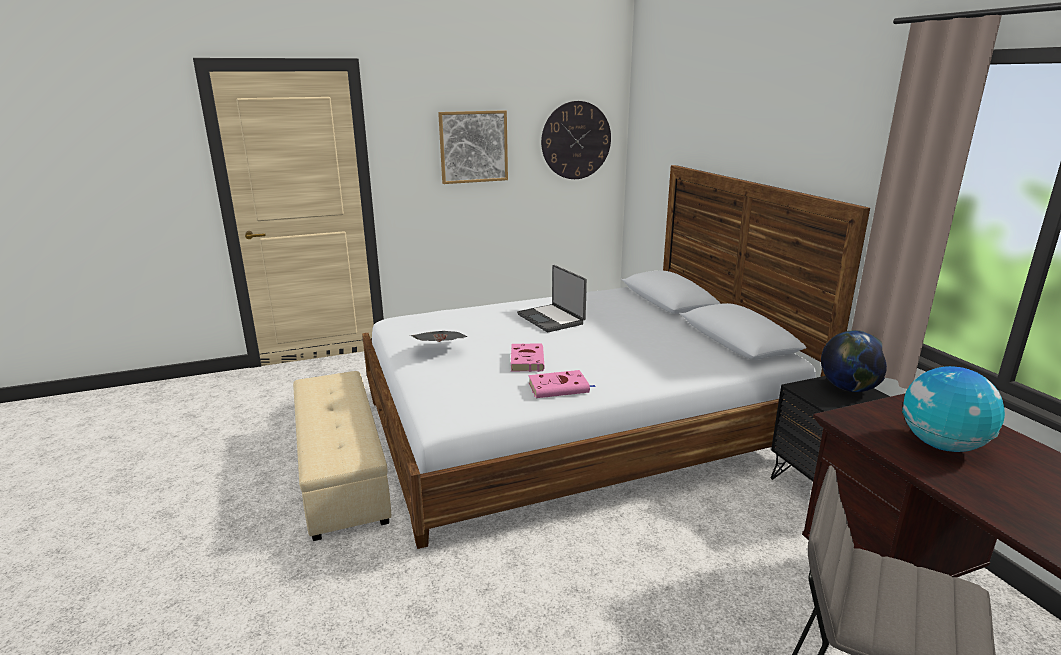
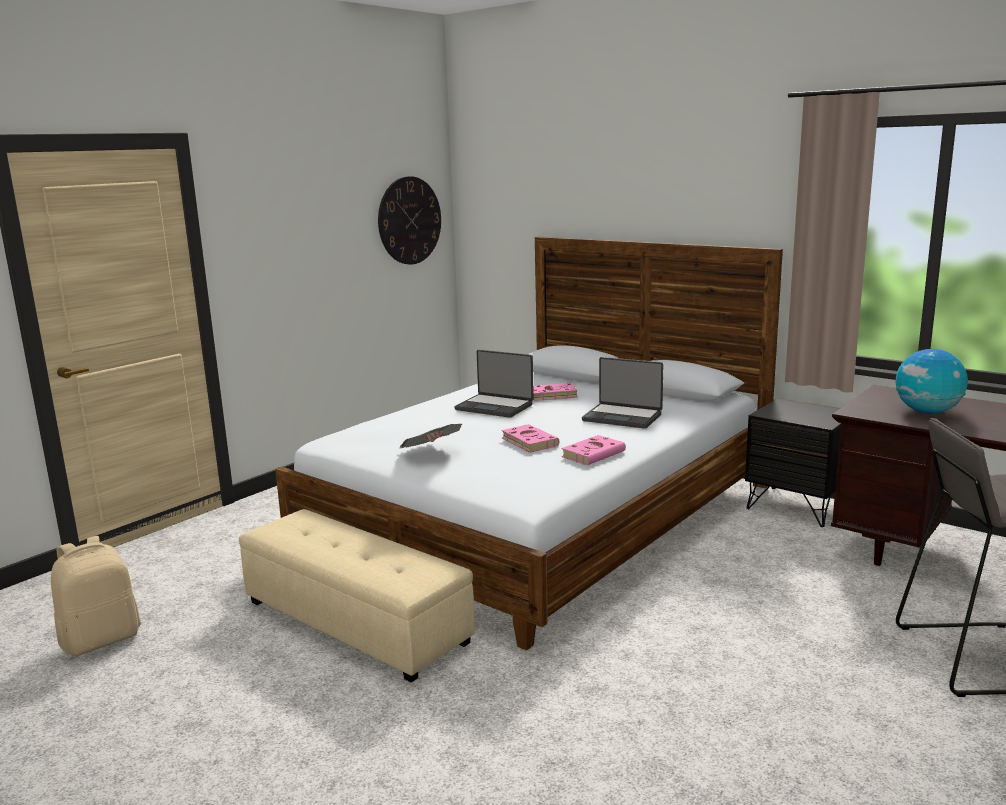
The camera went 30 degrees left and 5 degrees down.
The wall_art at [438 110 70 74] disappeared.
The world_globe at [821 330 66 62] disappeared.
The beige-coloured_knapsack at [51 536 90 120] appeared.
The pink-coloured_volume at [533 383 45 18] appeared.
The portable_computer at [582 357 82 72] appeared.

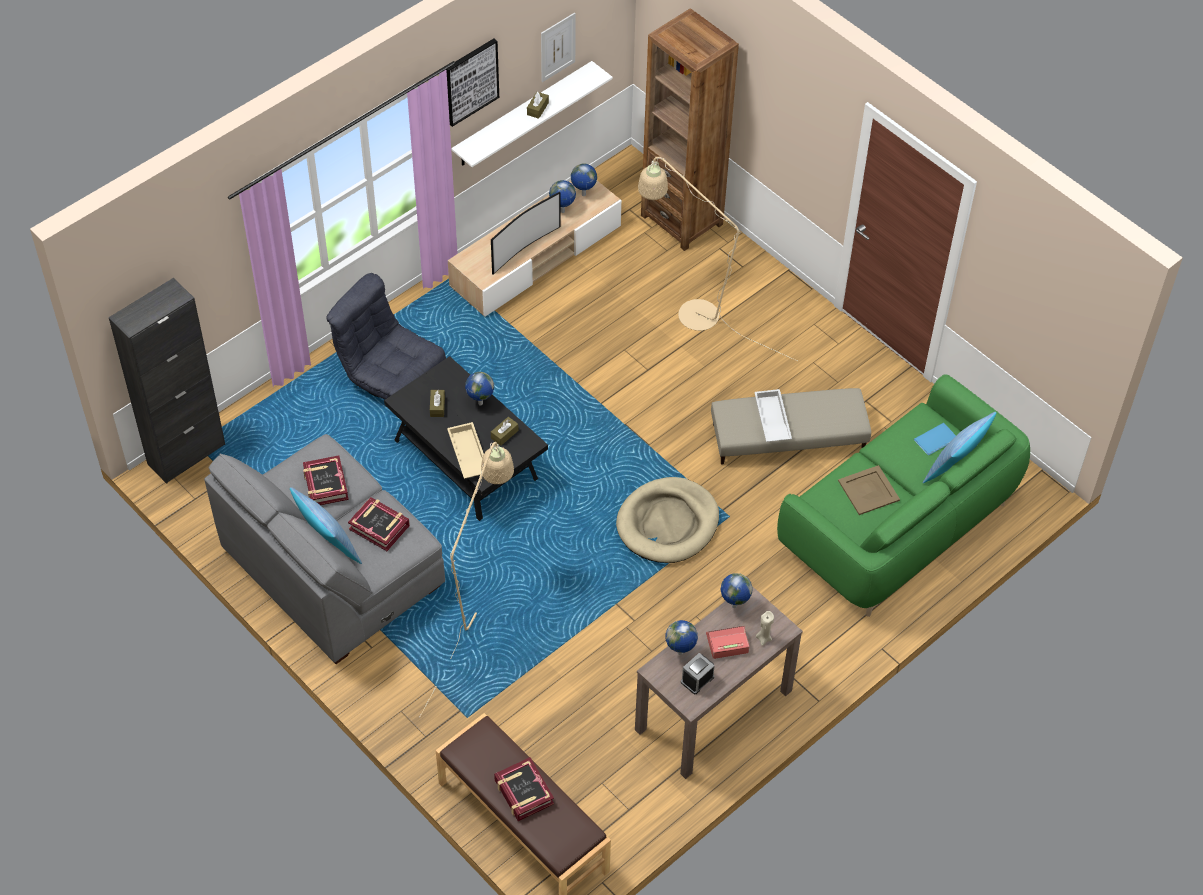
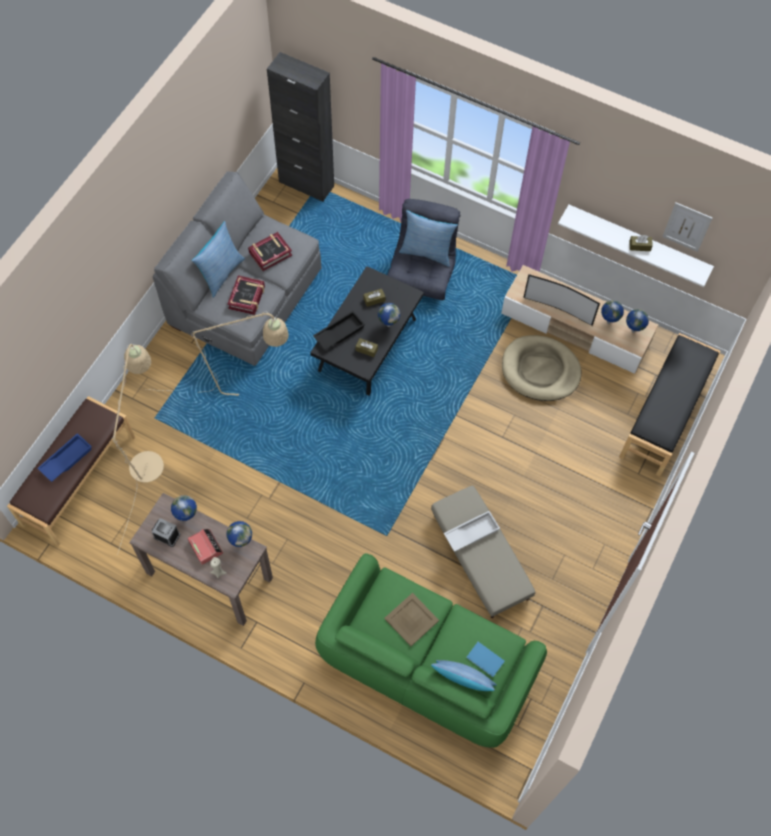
The camera went 70 degrees right and 10 degrees up.
The wall_art at [446 39 53 88] disappeared.
The beige-coloured_serving_tray at [447 422 37 57] became the blackish_serving_tray at [313 311 52 39].
The volume at [494 757 60 64] was replaced by the blue-coloured_serving_tray at [37 433 55 49].
The beige-coloured_dog_bed moved from [616 477 103 86] to [502 335 80 66].
The beige-coloured_standard_lamp moved from [638 157 159 204] to [113 344 51 208].
The brown-coloured_bookcase at [641 8 98 243] was replaced by the blackish_long_seat at [619 333 101 143].
The throw_pillow at [399 210 59 57] appeared.

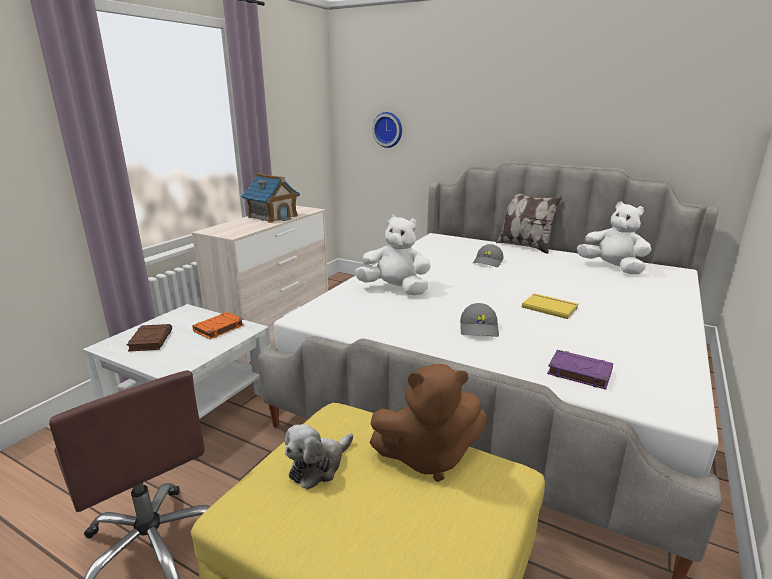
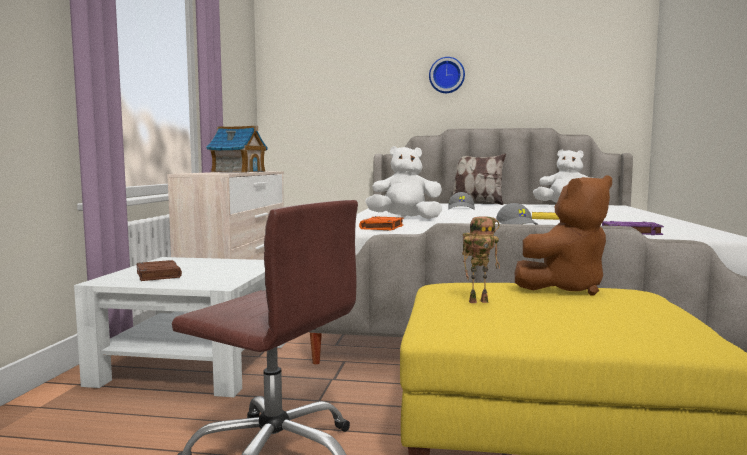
The camera went 20 degrees left and 15 degrees down.
The orange_volume moved from [192 312 52 27] to [359 216 45 14].
The soft_toy at [285 424 68 66] was replaced by the model_robot at [462 216 38 87].
The hanging_clock moved from [372 112 30 36] to [429 57 36 36].

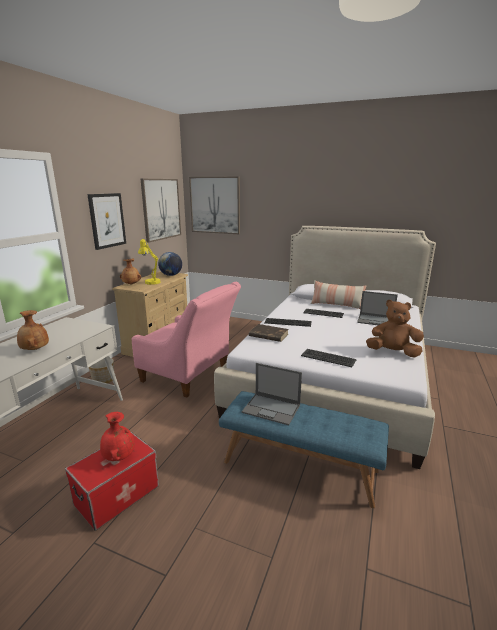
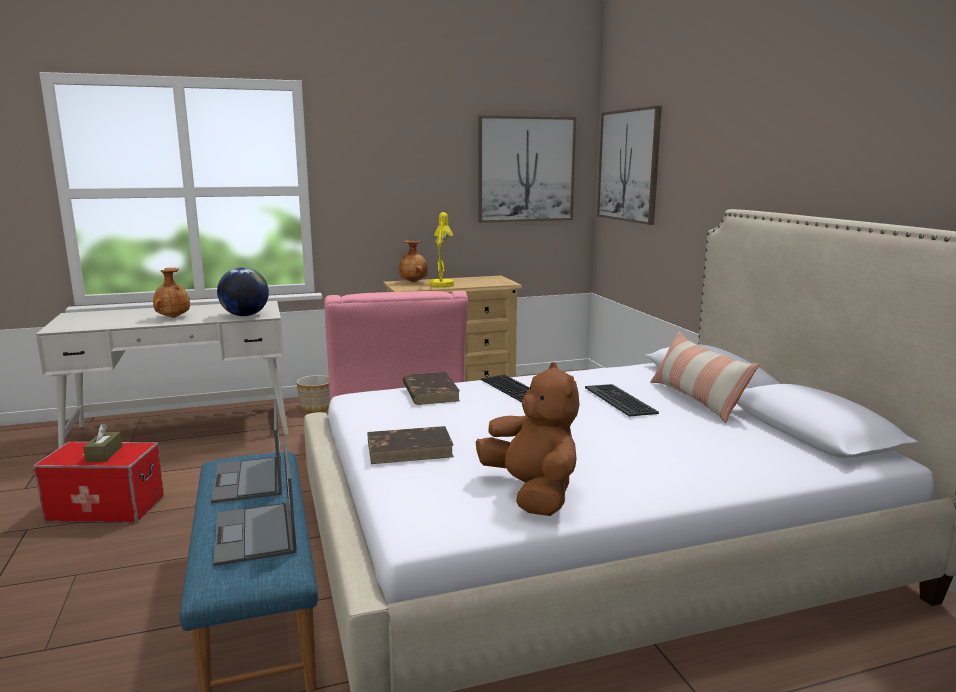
The camera went 50 degrees right and 5 degrees down.
The wall_art at [87 193 39 57] disappeared.
The red_flower_vase at [100 412 34 49] was replaced by the brown-coloured_box_of_tissues at [83 424 39 38].
The world_globe moved from [158 252 24 24] to [217 267 52 49].
The computer_keyboard at [301 349 55 18] was replaced by the brown-coloured_volume at [368 426 86 38].
The portable_computer moved from [357 291 41 34] to [213 438 84 128].

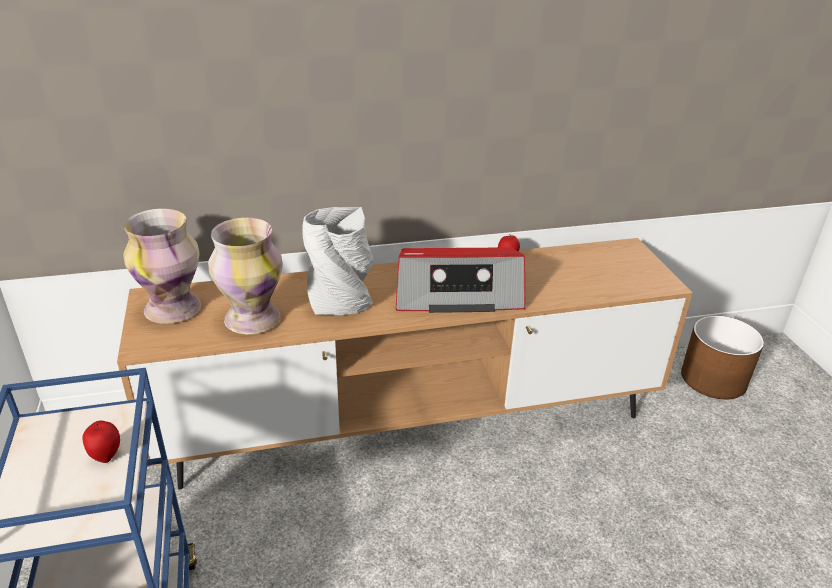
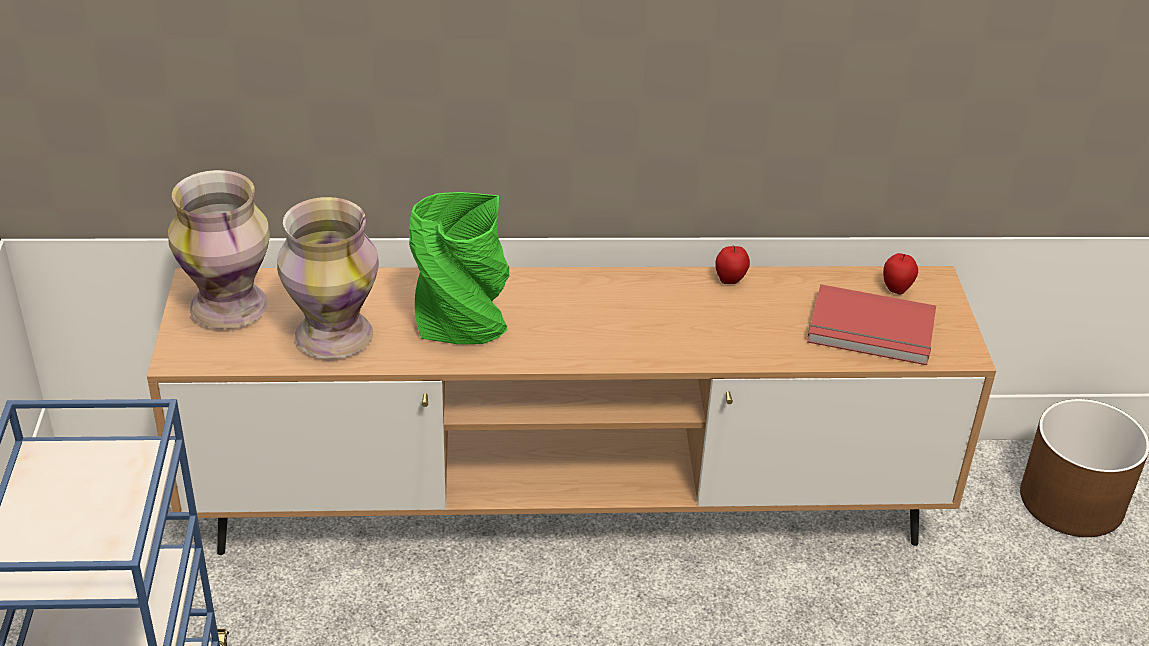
The camera went 10 degrees right and 5 degrees up.
The apple moved from [82 421 38 42] to [883 253 35 42].
The gray_flower_vase at [302 207 71 108] became the greenish_flower_vase at [409 192 100 152].
The radio_set at [396 247 129 66] disappeared.
The red_volume at [807 284 129 81] appeared.

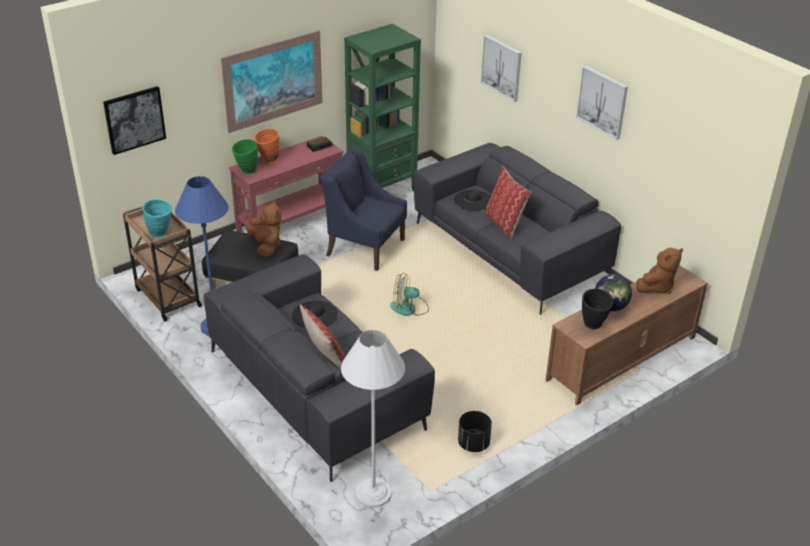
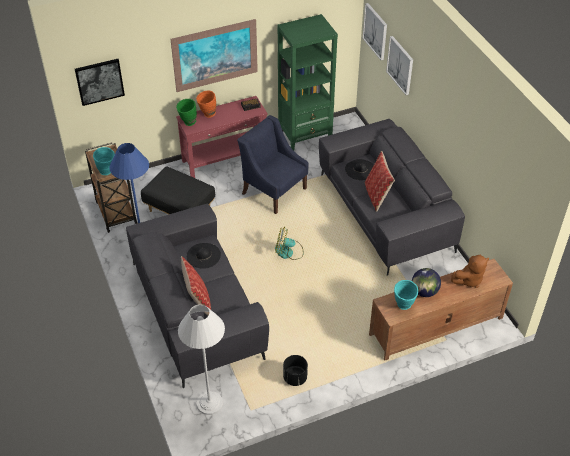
The camera went 15 degrees right and 10 degrees up.
The brown-coloured_soft_toy at [246 200 35 57] disappeared.
The wall_art moved from [576 65 52 75] to [363 3 24 57].
The blackish_flower_vase at [582 288 31 41] became the blue-green_flower_vase at [394 280 24 30].

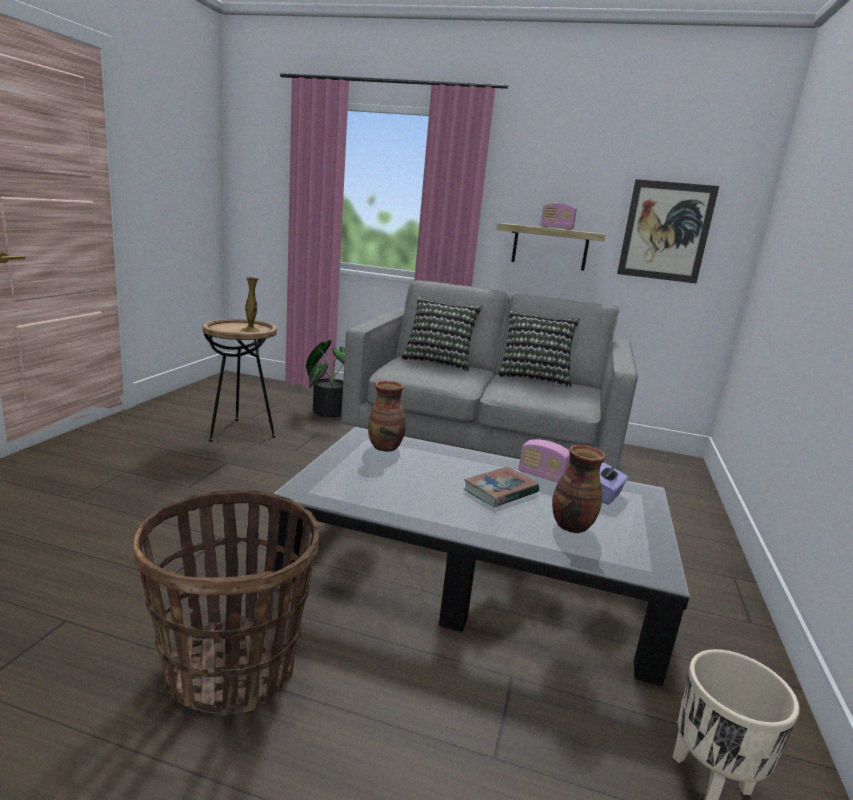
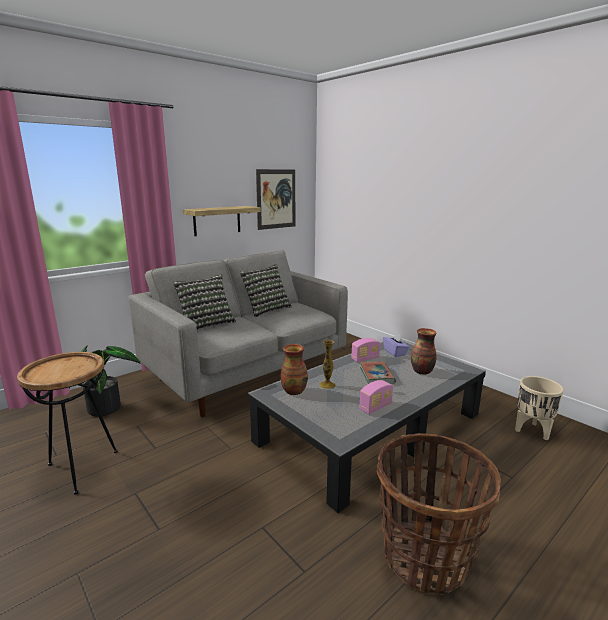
The camera went 55 degrees left and 0 degrees up.
The flower_vase moved from [241 277 19 55] to [320 340 15 49].
The radio_set moved from [541 203 36 27] to [359 380 34 34].

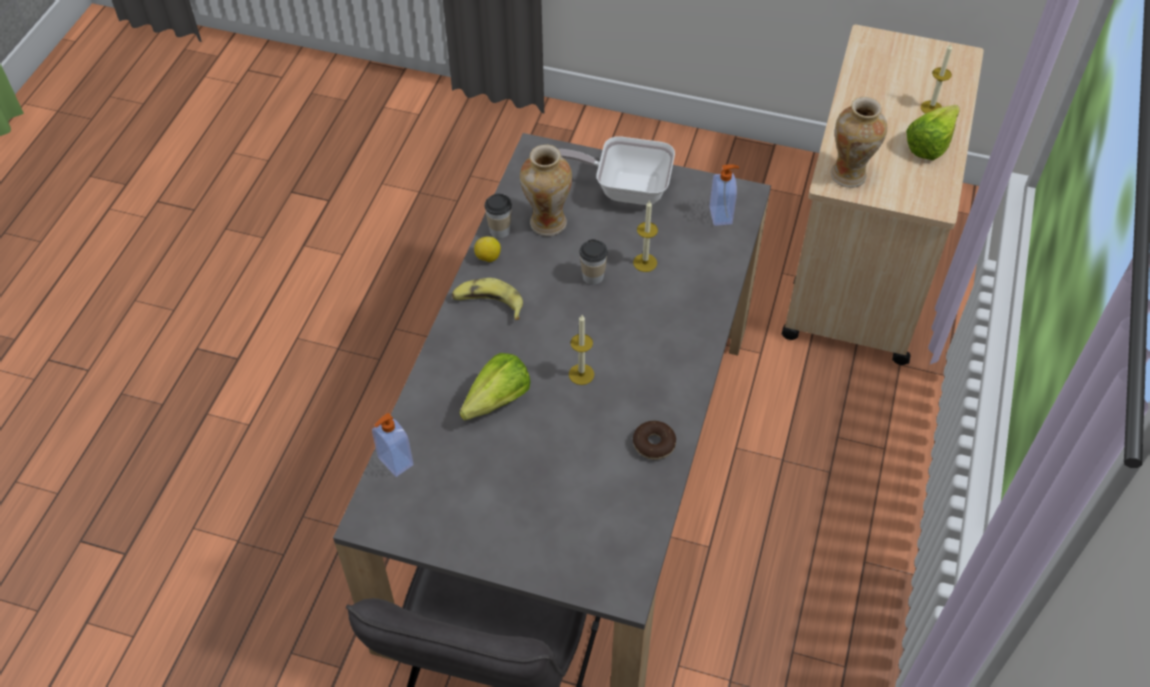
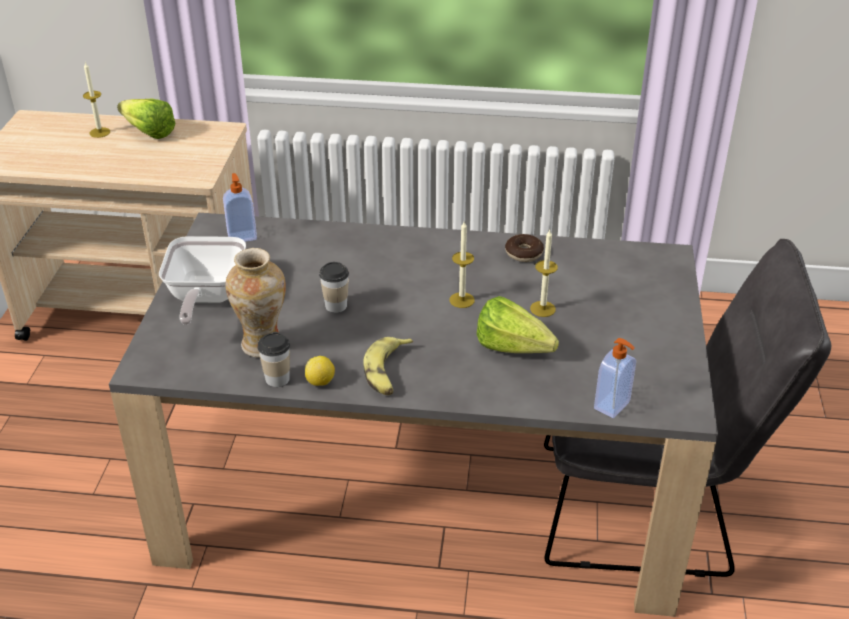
The camera went 100 degrees left and 15 degrees down.
The wax_light moved from [633 200 25 72] to [530 230 28 87].
The flower_vase at [831 97 56 91] disappeared.

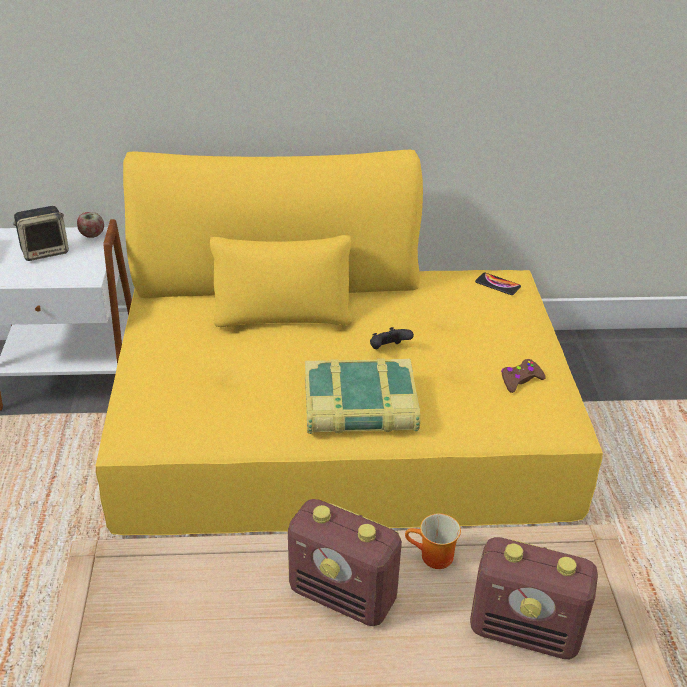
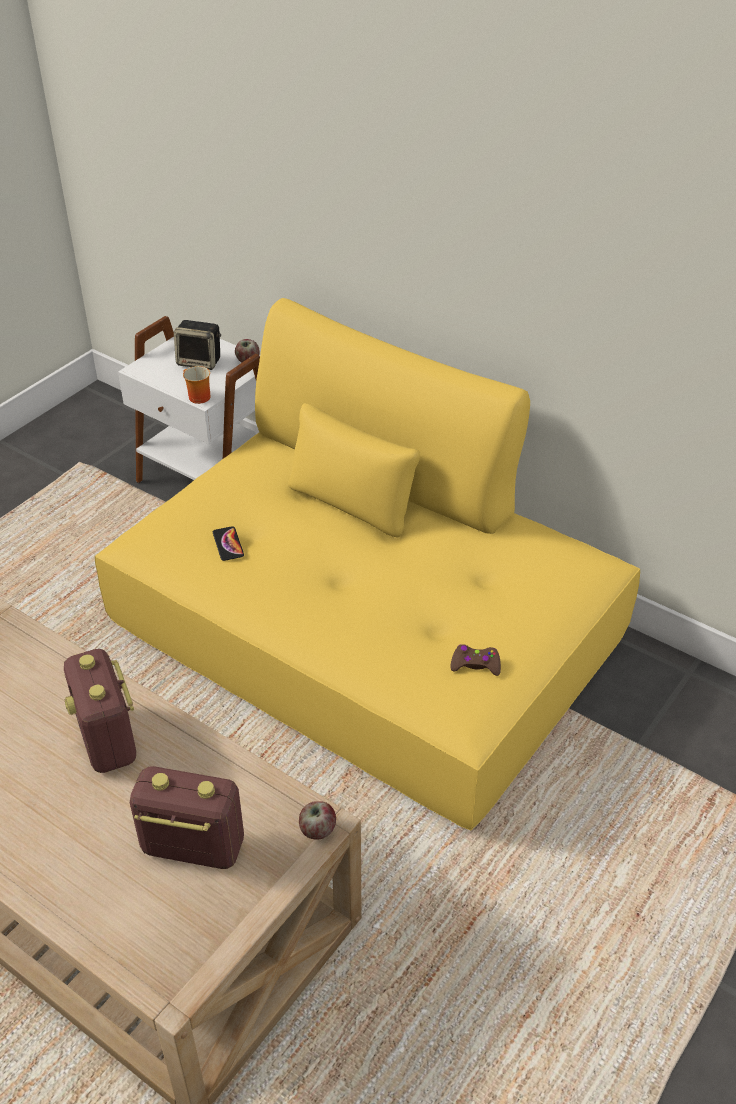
The camera went 40 degrees right and 5 degrees up.
The volume at [305 358 115 76] disappeared.
The blackish_gamepad at [370 327 44 22] disappeared.
The coffee_mug moved from [405 514 56 55] to [183 366 27 38].
The radio_set at [470 537 128 122] turned 135 degrees clockwise.
The handset moved from [475 272 46 23] to [213 526 31 35].
The apple at [299 801 37 39] appeared.

